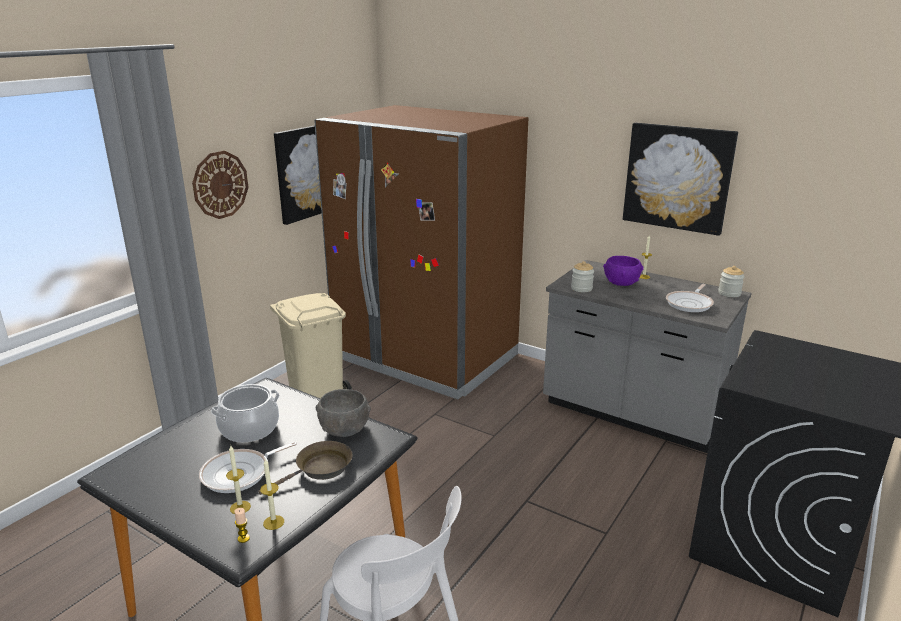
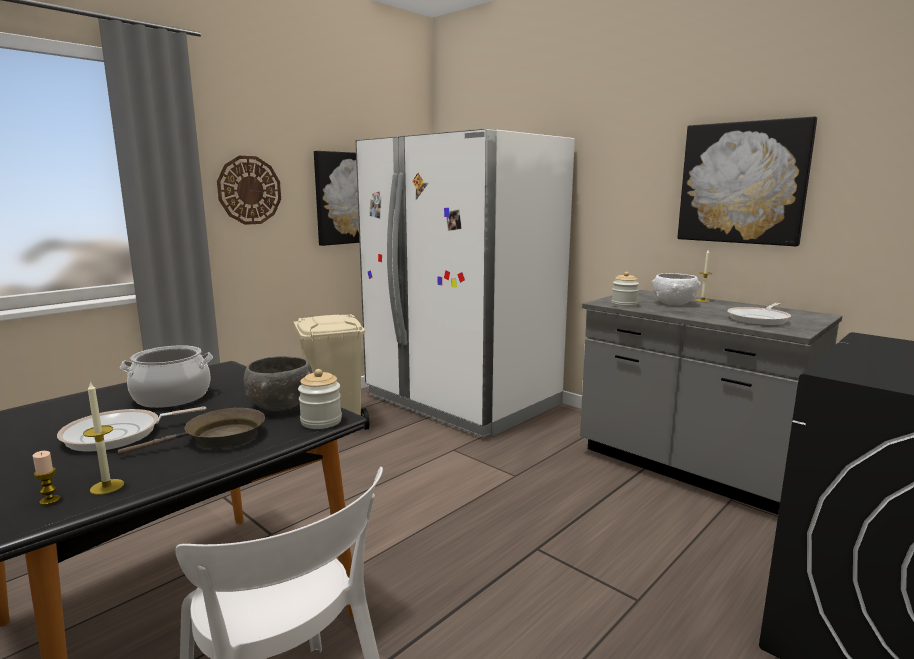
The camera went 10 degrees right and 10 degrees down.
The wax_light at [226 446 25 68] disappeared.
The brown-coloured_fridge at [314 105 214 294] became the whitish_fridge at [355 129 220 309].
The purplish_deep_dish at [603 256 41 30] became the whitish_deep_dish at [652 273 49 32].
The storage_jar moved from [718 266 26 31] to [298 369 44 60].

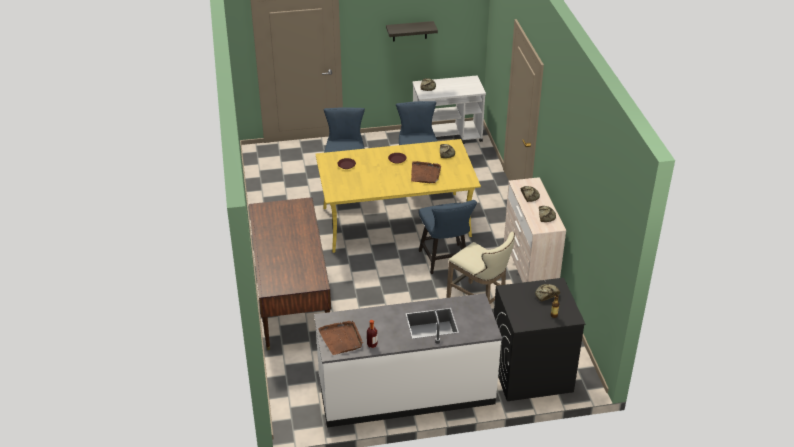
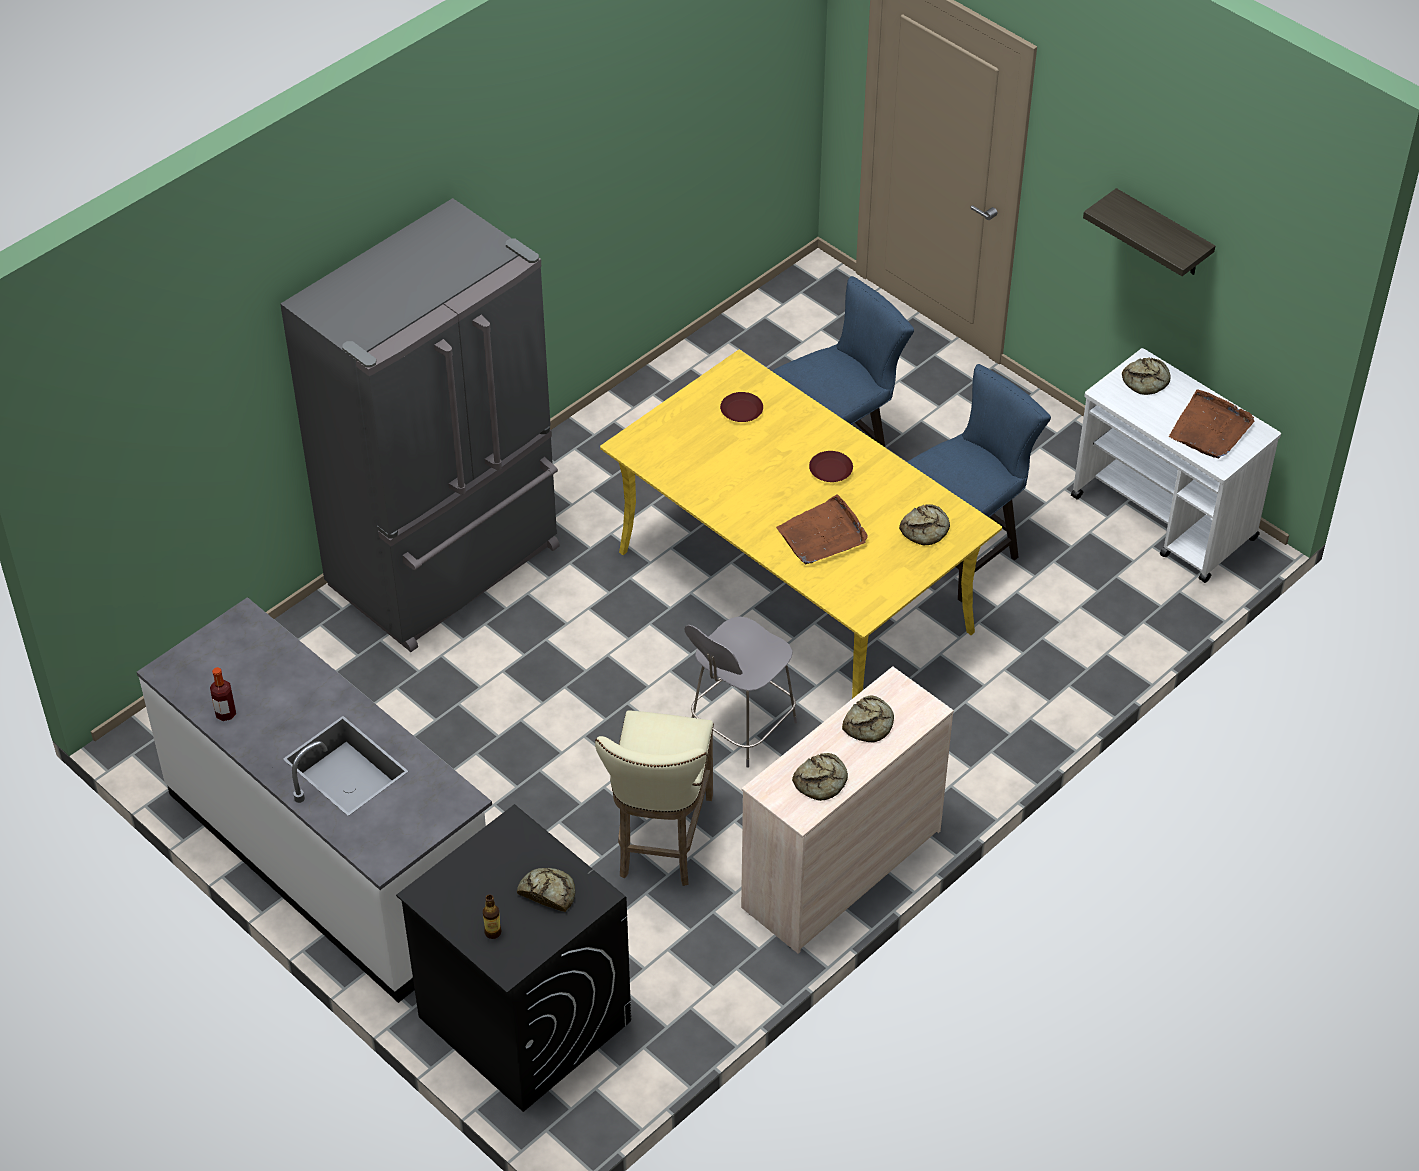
The camera went 55 degrees right and 10 degrees up.
The brown-coloured_desk_table at [249 197 82 153] was replaced by the gray_fridge at [280 198 280 454].
The brown-coloured_serving_tray moved from [318 321 45 34] to [1169 389 85 70].
The blue-coloured_chair at [419 200 58 74] was replaced by the gray_sitting_stool at [684 616 113 152].

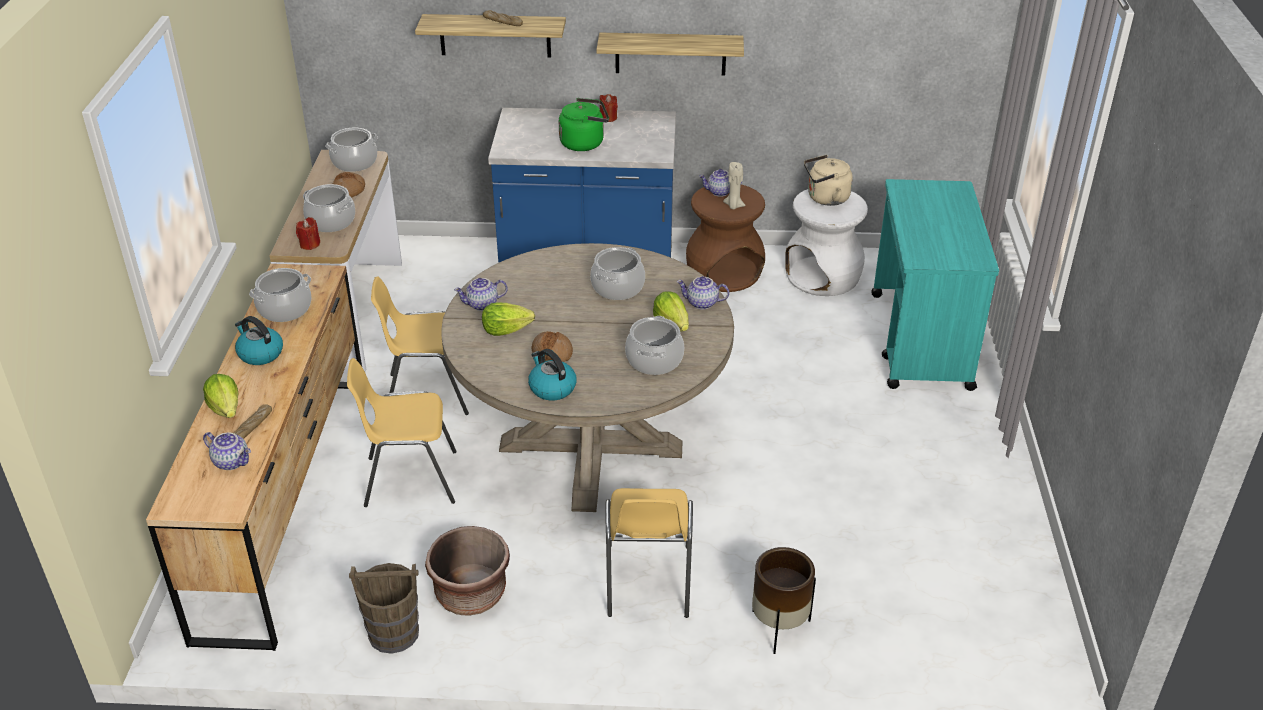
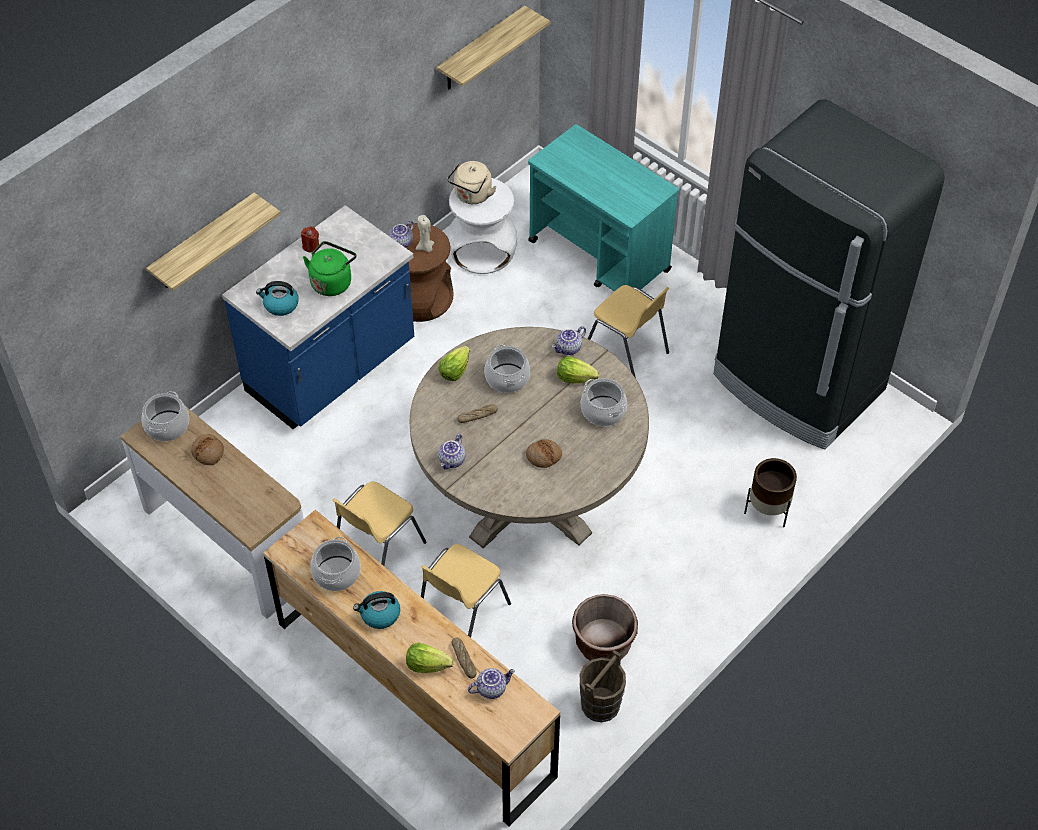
The camera went 50 degrees left and 15 degrees up.
The red_wax_light at [296 217 24 33] disappeared.
The cooking_pot at [303 184 52 48] disappeared.
The head_of_lettuce moved from [482 303 53 33] to [438 346 32 35].
The bakery_bread moved from [483 10 40 16] to [457 404 41 19].
The water_kettle moved from [528 349 48 52] to [256 281 43 35].
The wall_shelf moved from [596 33 148 43] to [437 5 113 84].
The yellowish_chair moved from [605 488 88 130] to [588 285 81 93].
The blackish_fridge at [713 99 231 350] appeared.

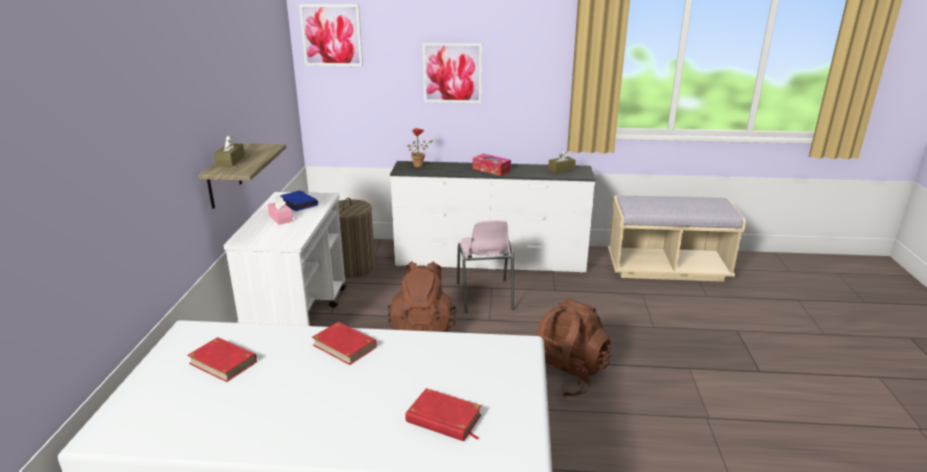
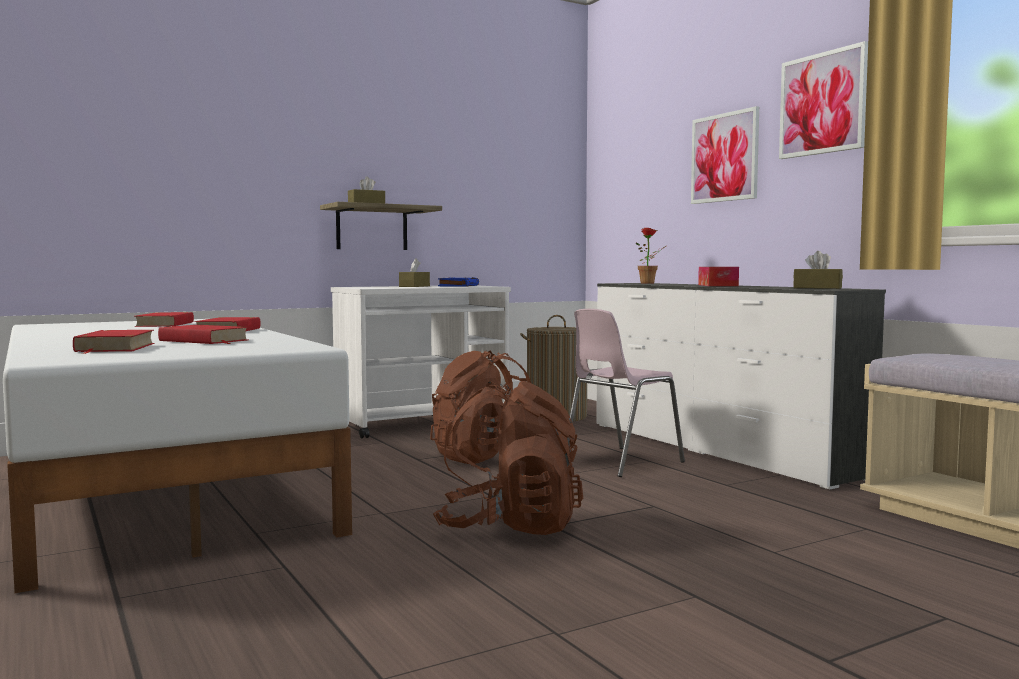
The camera went 55 degrees right and 20 degrees down.
The pink-coloured_box_of_tissues at [268 196 25 29] became the brown-coloured_box_of_tissues at [399 258 31 29].
The wall_art moved from [299 4 64 62] to [779 41 89 118].
The red_volume at [158 325 91 19] appeared.

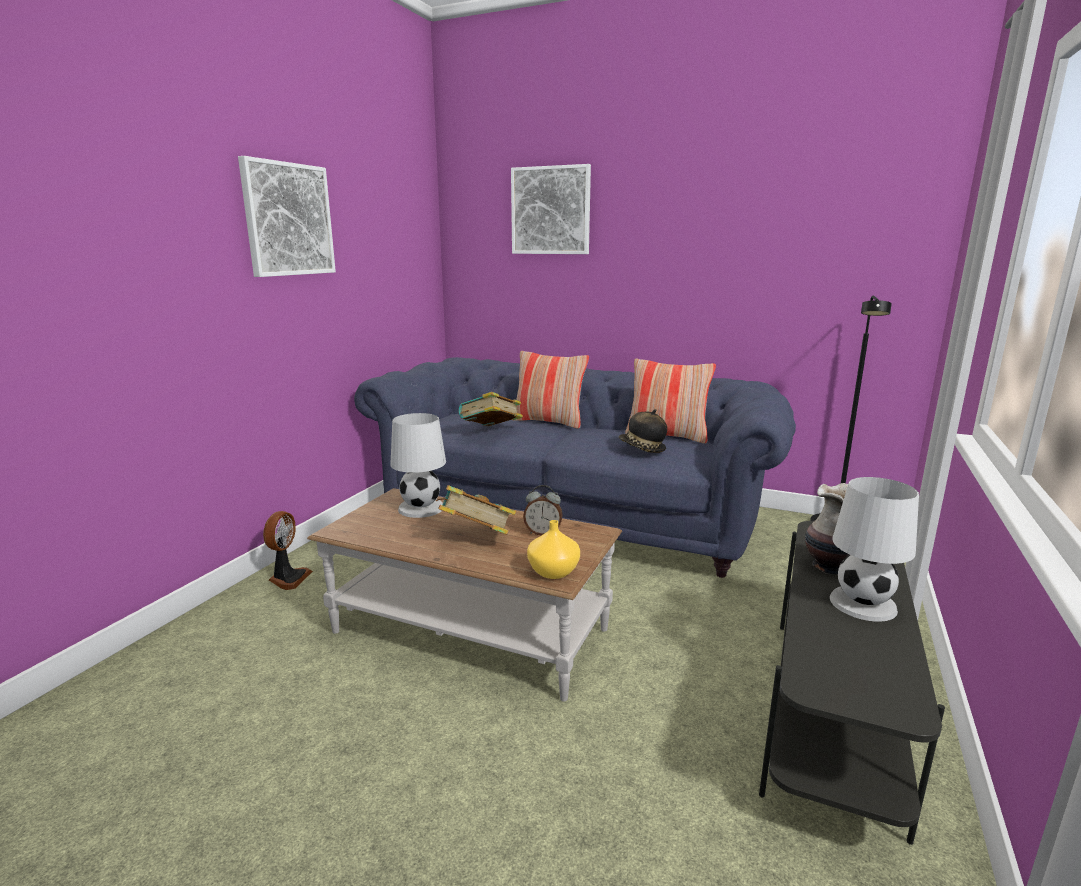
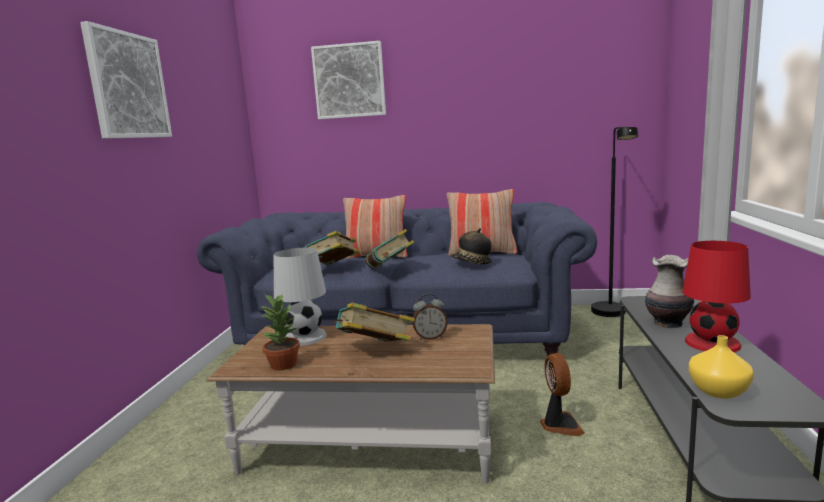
The camera went 15 degrees left and 5 degrees down.
The cooling_fan moved from [263 511 50 79] to [540 353 45 83].
The yellowish_flower_vase moved from [527 520 53 59] to [689 335 65 64].
The whitish_table_lamp at [830 477 89 145] became the red_table_lamp at [682 241 69 111].
The plant_in_a_pot at [261 293 39 77] appeared.
The volume at [366 229 48 40] appeared.

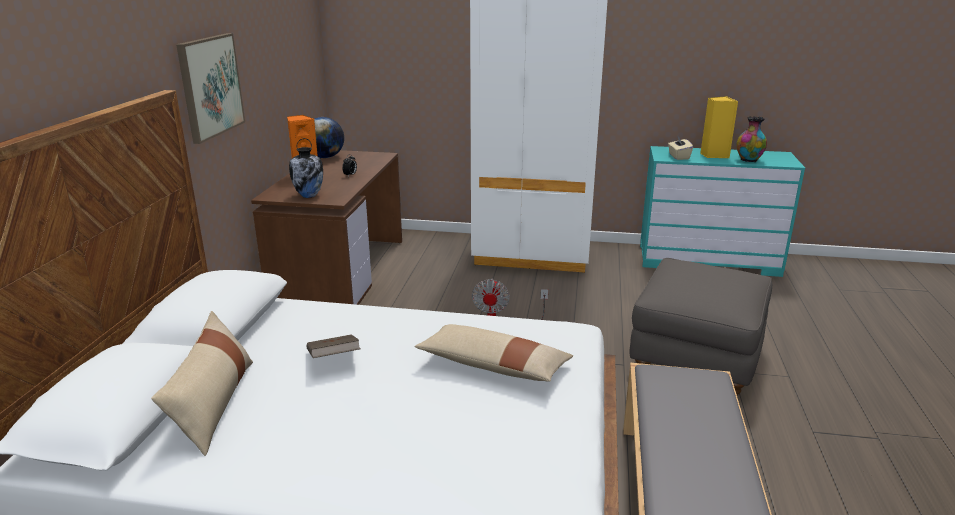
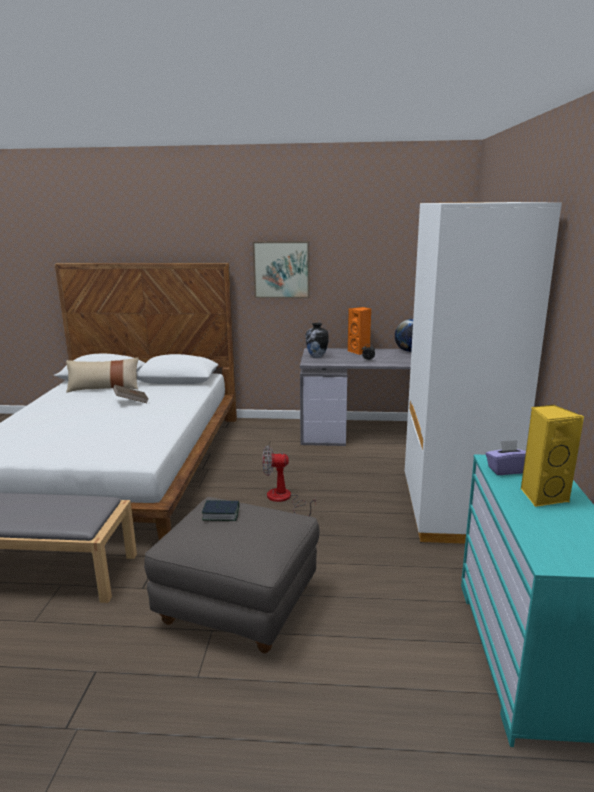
The camera went 85 degrees right and 5 degrees down.
The brown-coloured_desk_table at [251 150 151 155] became the gray_desk_table at [300 348 111 98].
The beige-coloured_throw_pillow at [415 324 158 58] disappeared.
The beige-coloured_box_of_tissues at [668 135 25 25] became the purplish_box_of_tissues at [486 440 40 35].
The flower_vase at [737 116 30 46] disappeared.
The volume at [202 500 37 21] appeared.

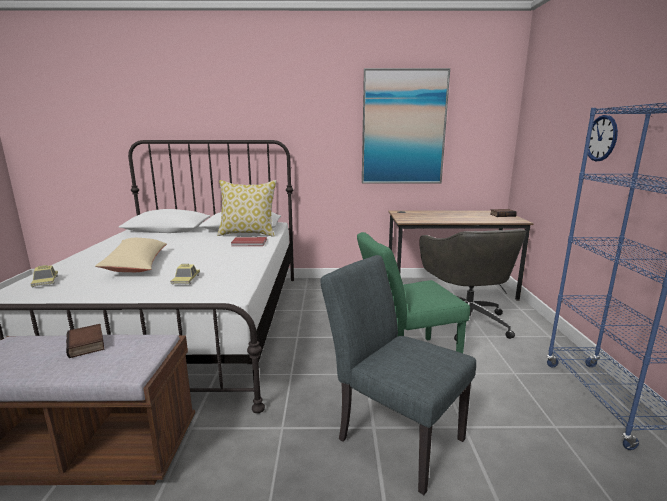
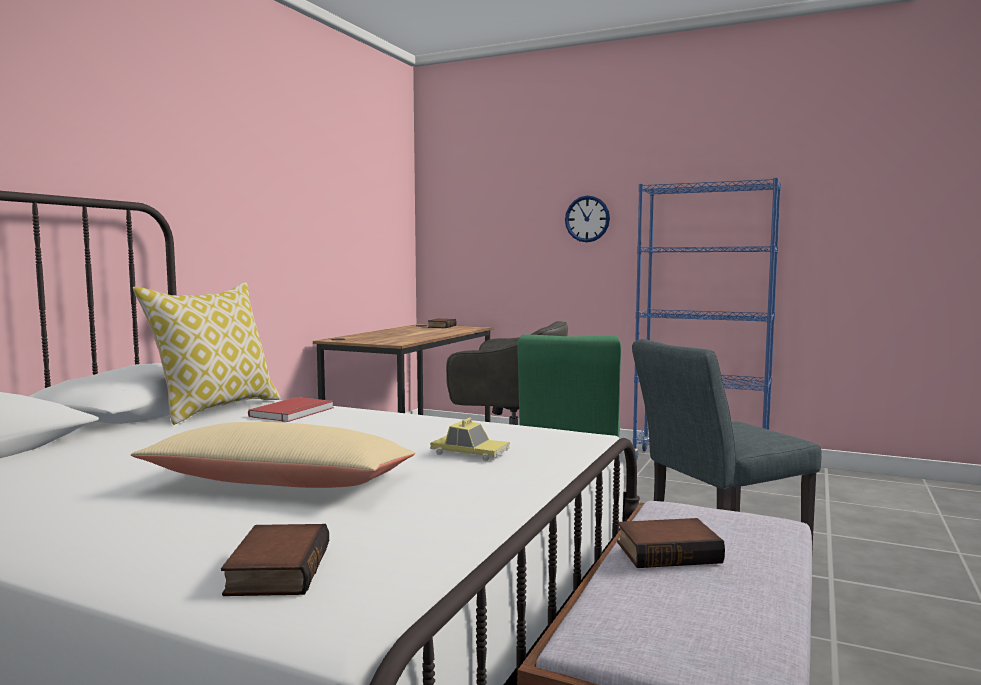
The camera went 65 degrees left and 10 degrees down.
The toy_car at [31 265 27 22] was replaced by the volume at [221 524 108 72].
The wall_art at [362 68 88 116] disappeared.

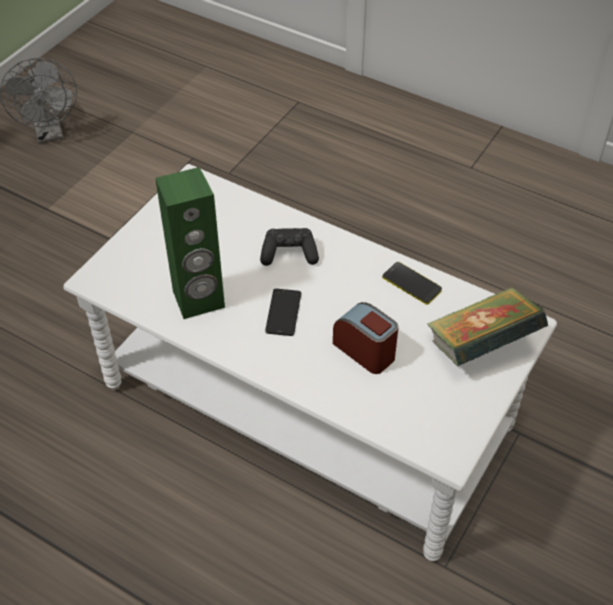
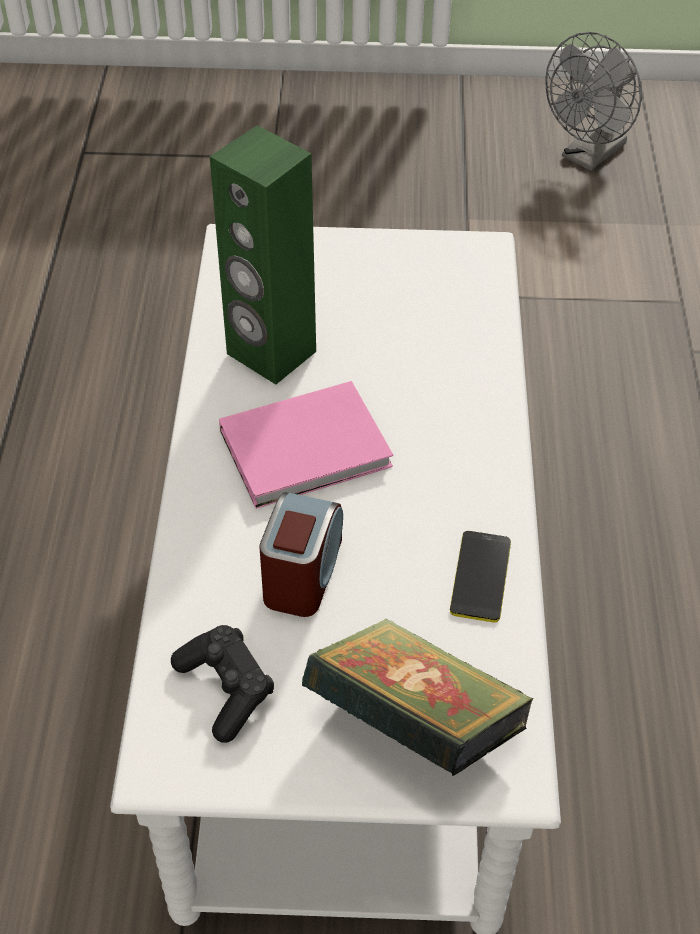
The camera went 60 degrees right and 0 degrees up.
The blackish_gamepad moved from [260 228 59 38] to [171 625 103 118].
The handset at [265 289 36 47] was replaced by the pink-coloured_volume at [219 381 174 128].

